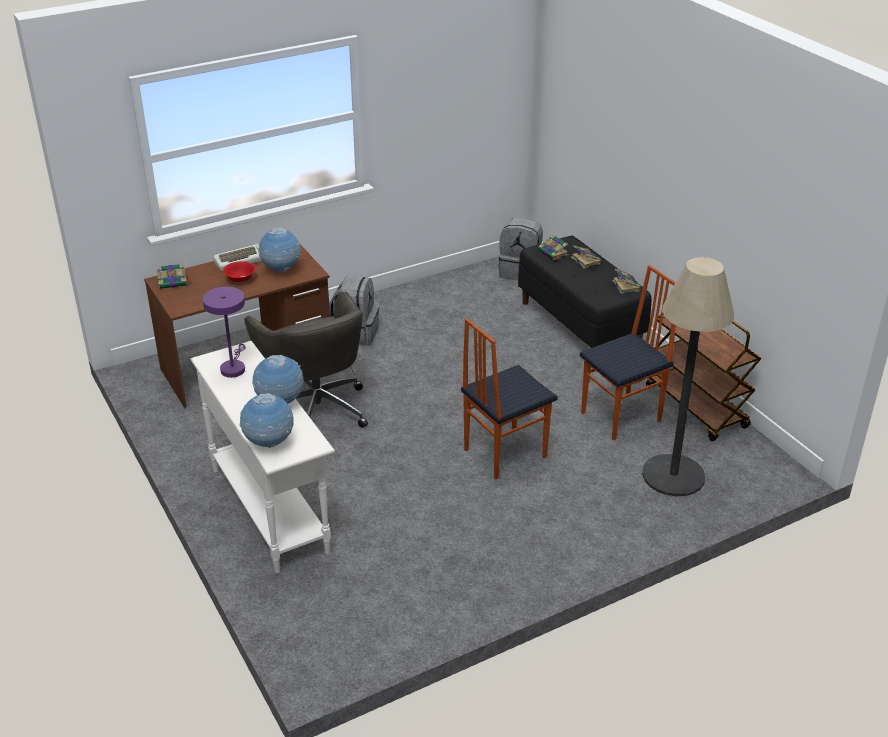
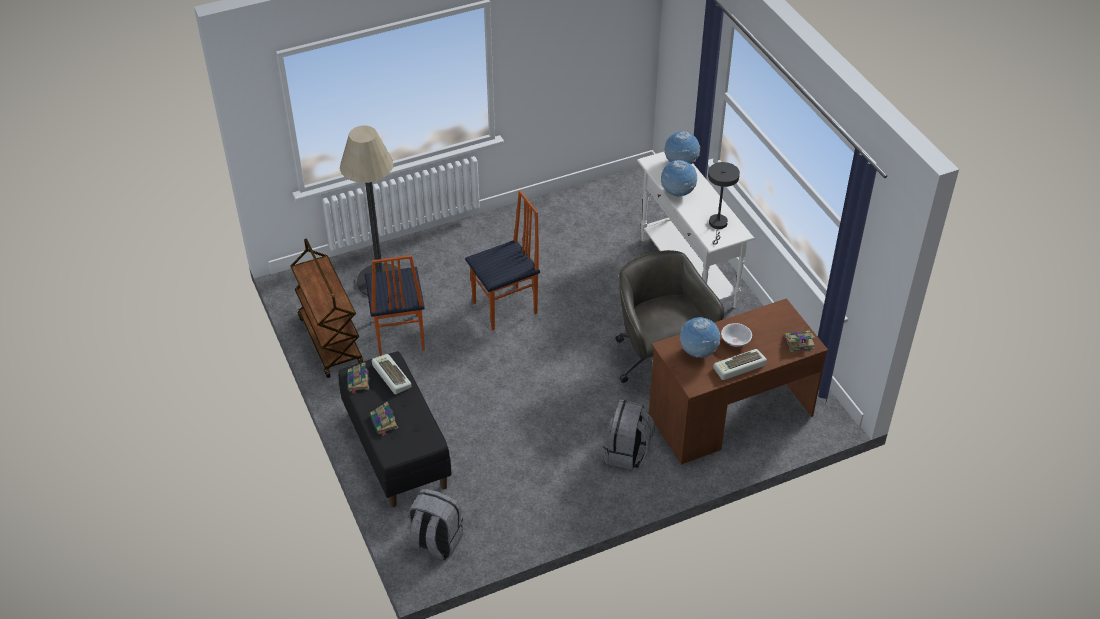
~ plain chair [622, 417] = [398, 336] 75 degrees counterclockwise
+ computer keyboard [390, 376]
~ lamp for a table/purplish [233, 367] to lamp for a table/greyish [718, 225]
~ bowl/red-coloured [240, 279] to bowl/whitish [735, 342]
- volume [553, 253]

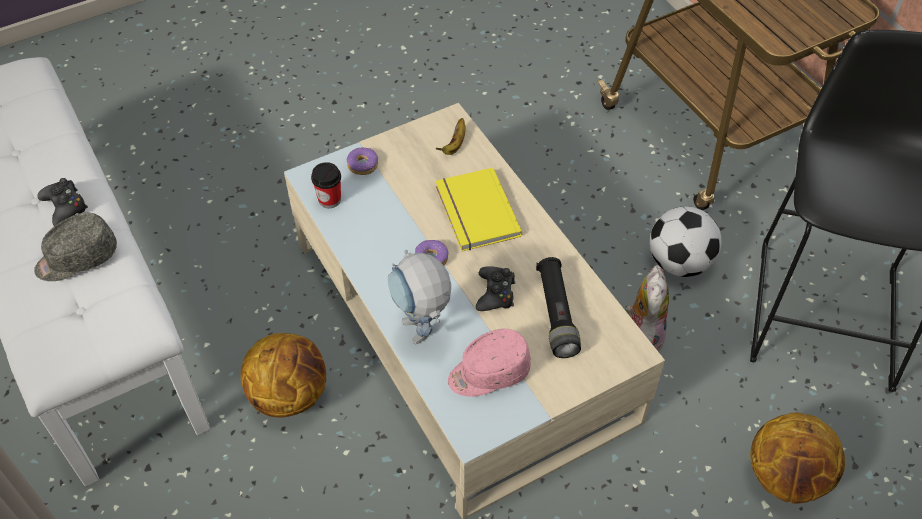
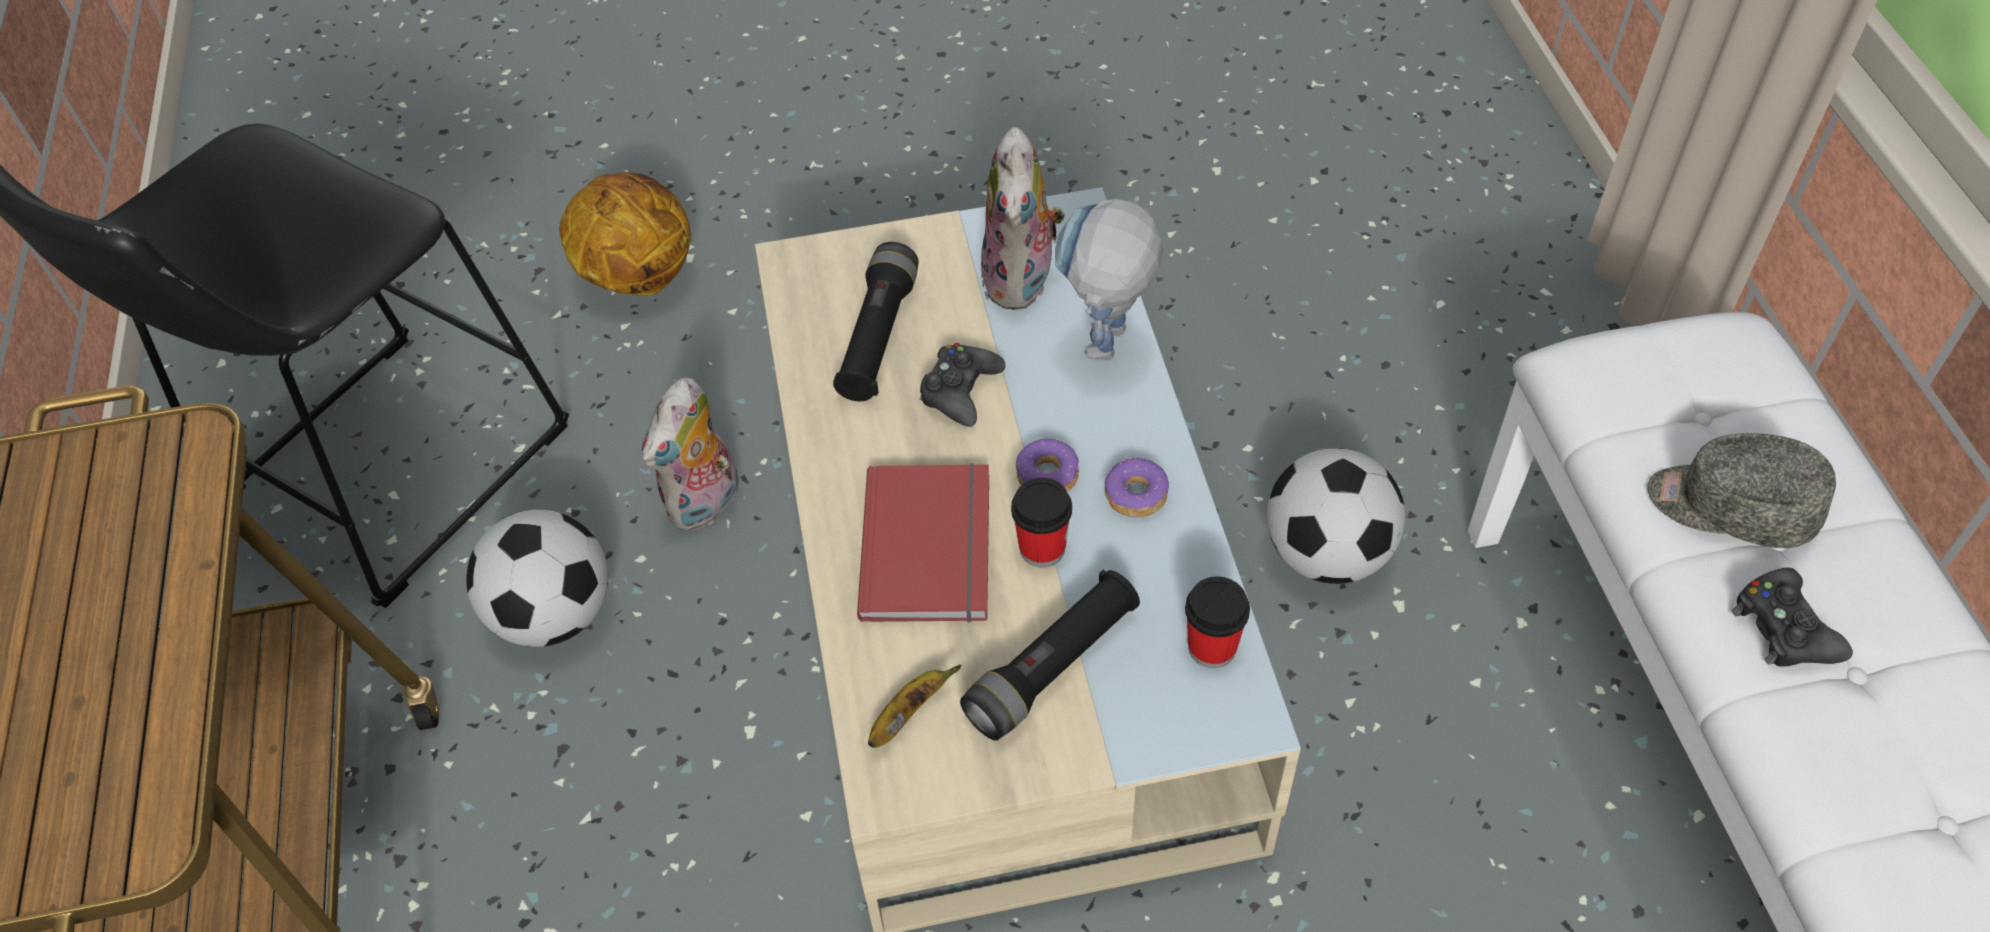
~ volume/yellow-coloured [475, 212] to volume/red-coloured [932, 546]
+ hand torch/black [1052, 667]
~ baseball cap/pink-coloured [488, 373] to soft toy [1023, 281]
+ small cup [1042, 548]
~ robot figure [422, 336] = [1106, 354] 150 degrees counterclockwise
~ ring doughnut [363, 165] to [1135, 495]
~ basketball [290, 394] to football ball [1326, 554]
~ baseball cap/greyish [77, 258] = [1731, 507] 150 degrees counterclockwise

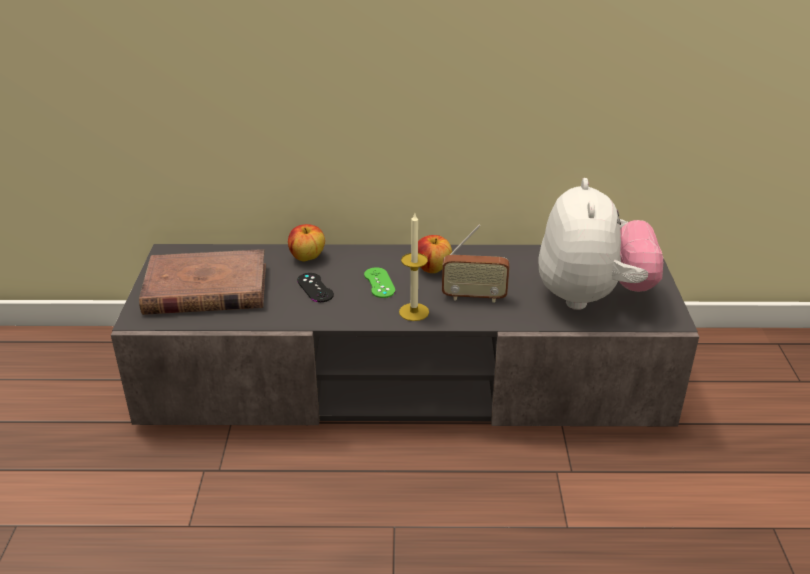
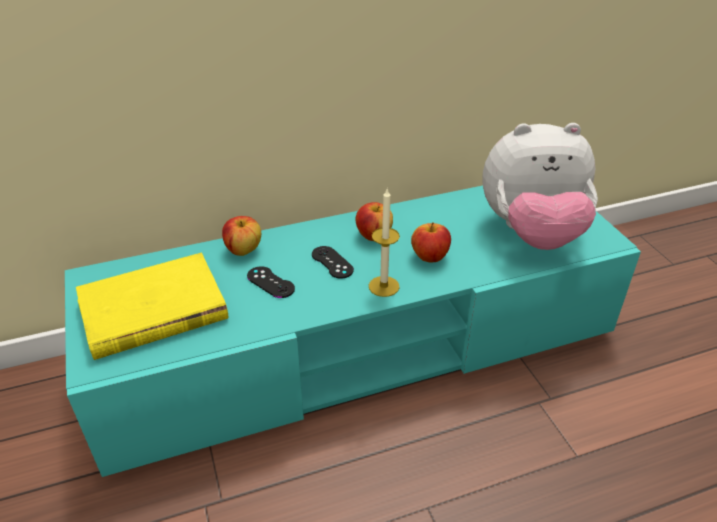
~ media console/greyish [405, 379] to media console/turquoise [358, 345]
~ volume/brown [205, 289] to volume/yellow-coloured [152, 311]
~ gamepad/green-coloured [379, 283] to gamepad/black [332, 262]
~ radio set [474, 297] to apple fruit [430, 257]
~ soft toy [591, 297] = [531, 233] 105 degrees clockwise

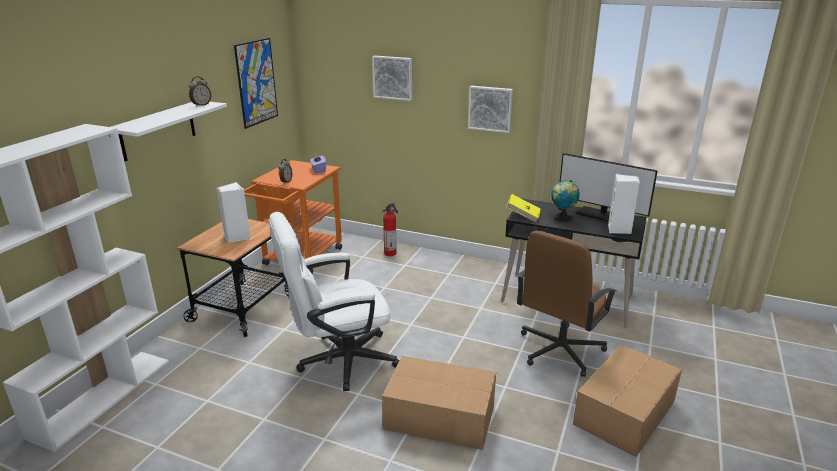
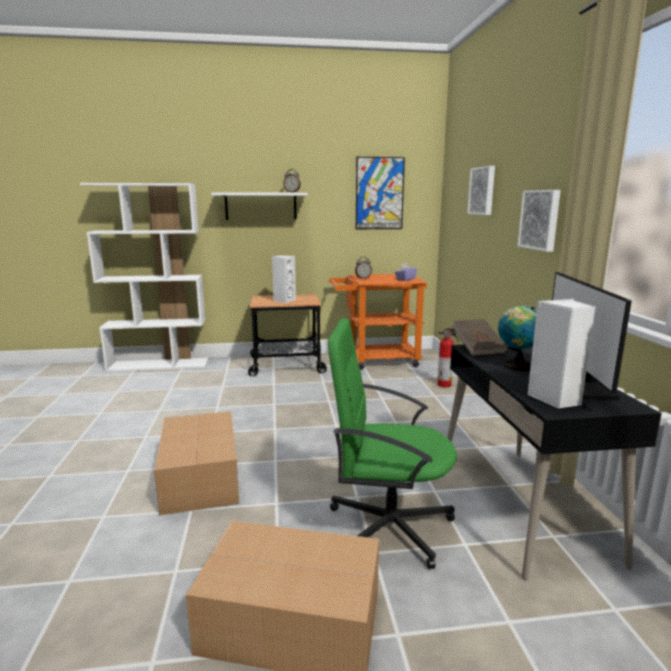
~ computer chair/brown [559, 350] to computer chair/green-coloured [387, 526]
~ volume/yellow-coloured [523, 216] to volume/brown [478, 349]
- computer chair/whitish [338, 361]

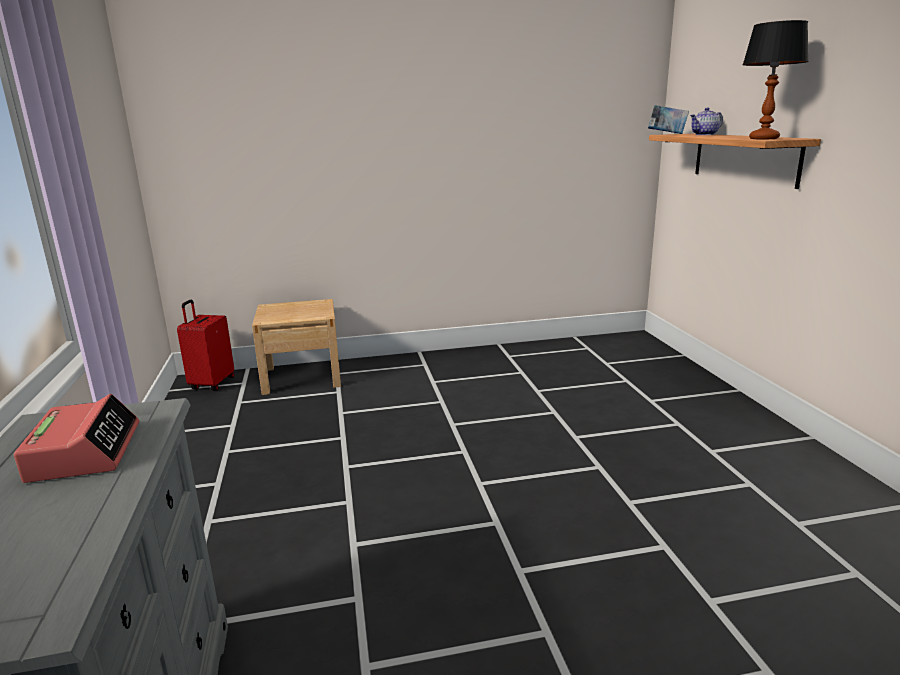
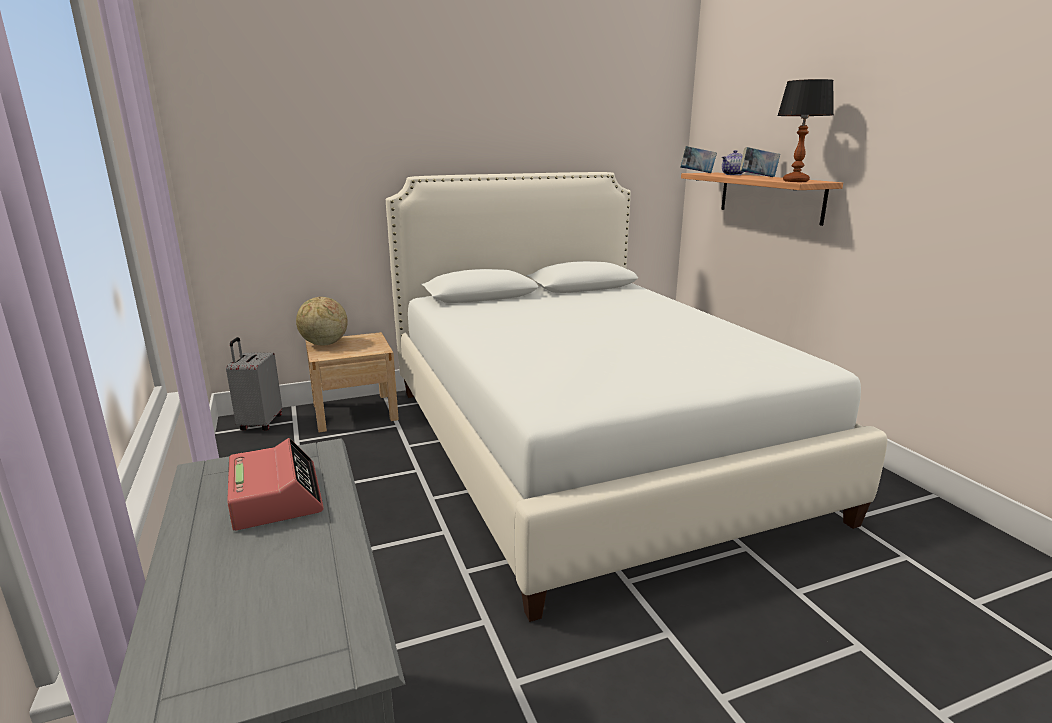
~ suitcase/red-coloured [211, 383] to suitcase/greyish [260, 423]
+ globe [324, 344]
+ bedroom bed/whitish [586, 446]
+ volume [757, 177]

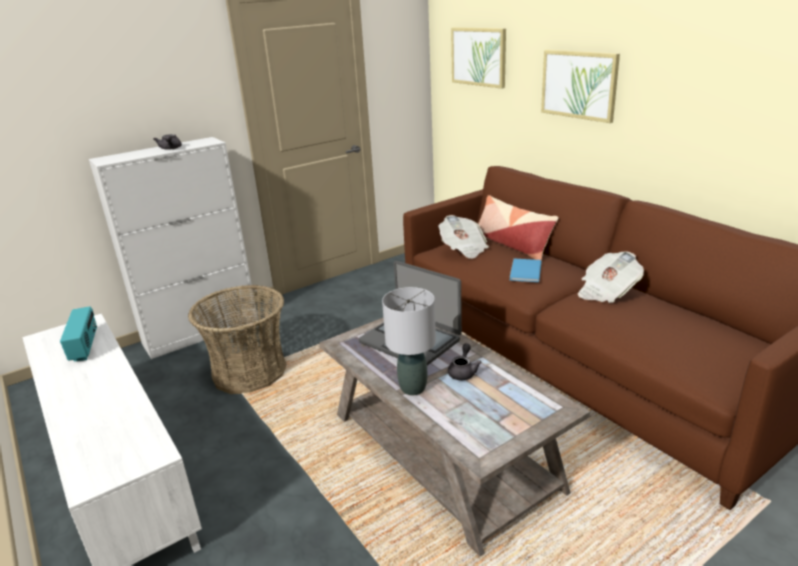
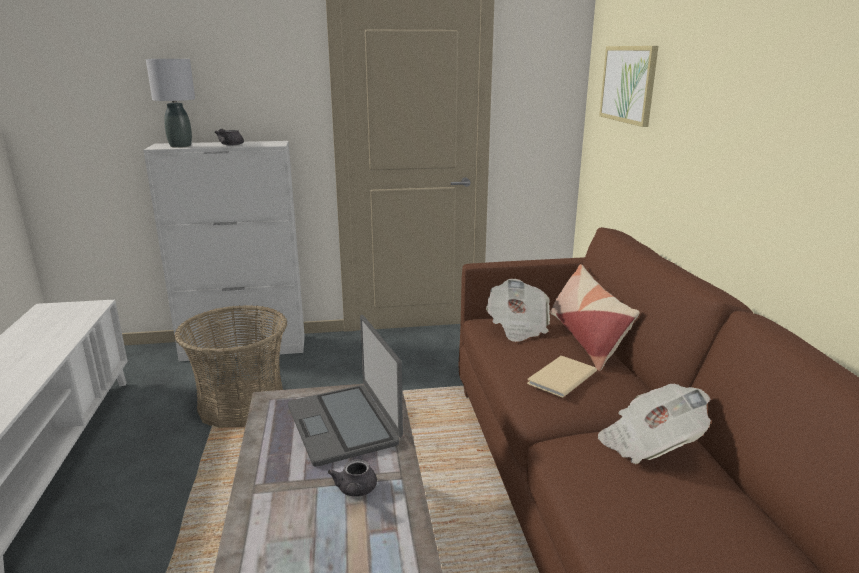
~ lamp for a table/greyish [413, 388] to [180, 146]
~ tea pot/greyish [463, 371] = [355, 491] 135 degrees clockwise
~ volume/bluish [524, 272] to volume/beige [559, 377]
- radio set [85, 347]
- picture [579, 84]

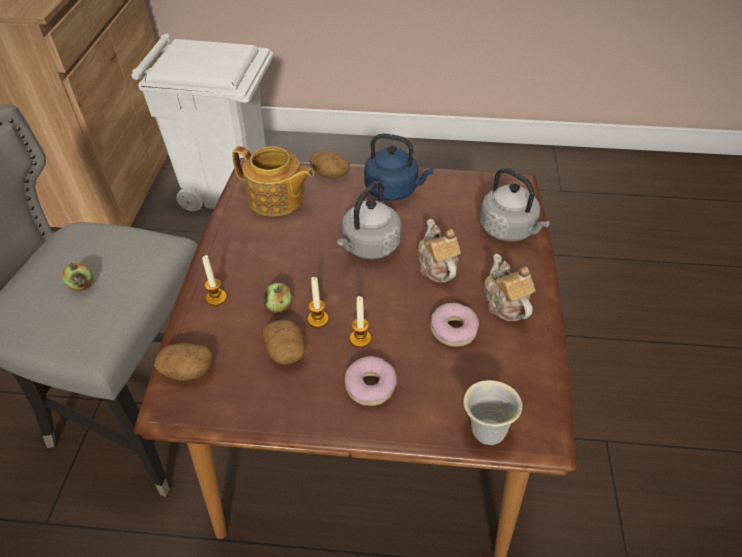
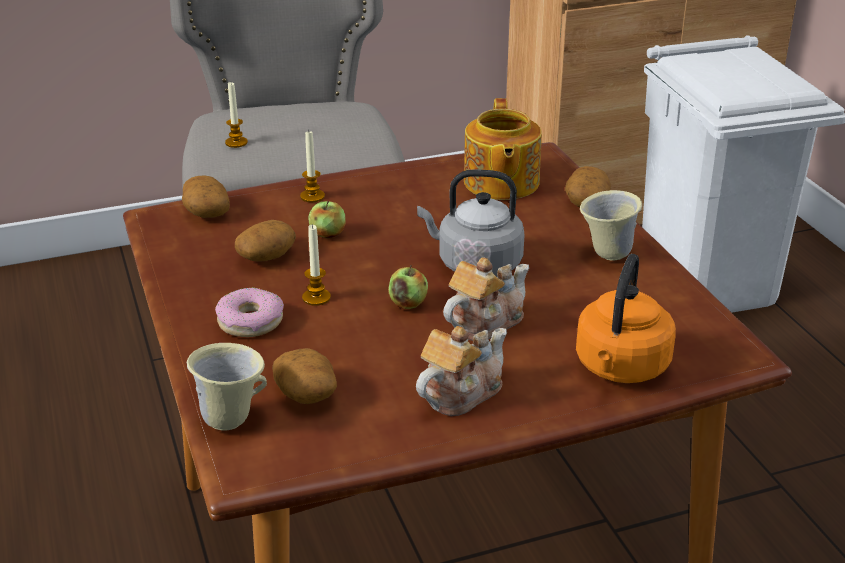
~ wax light [318, 319] to [236, 142]
+ whole potato [307, 393]
~ apple fruit [82, 285] to [408, 303]
~ water kettle/greyish [509, 230] to water kettle/orange [620, 368]
~ water kettle/bluish [394, 190] to mug/beige [606, 255]
- ring doughnut [453, 329]

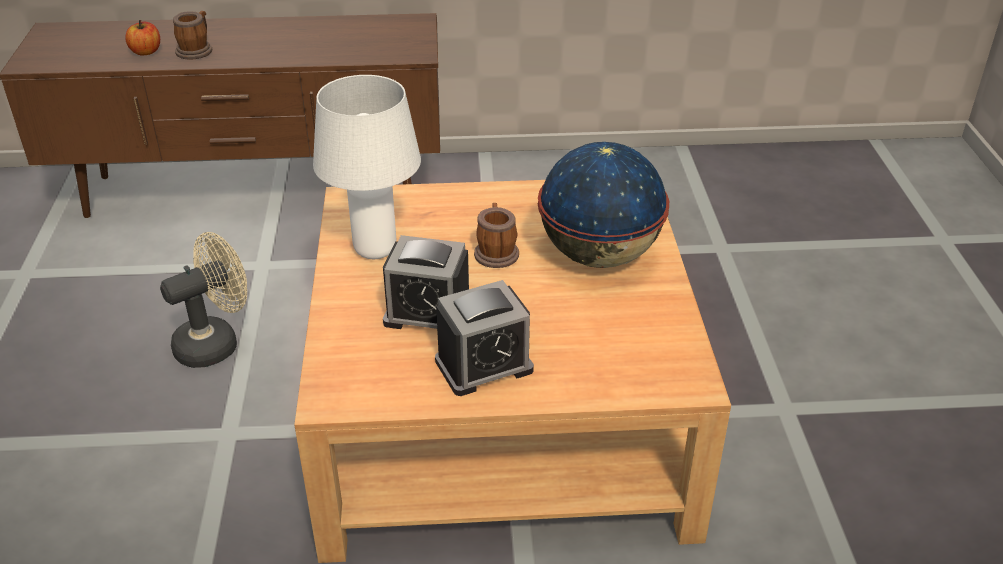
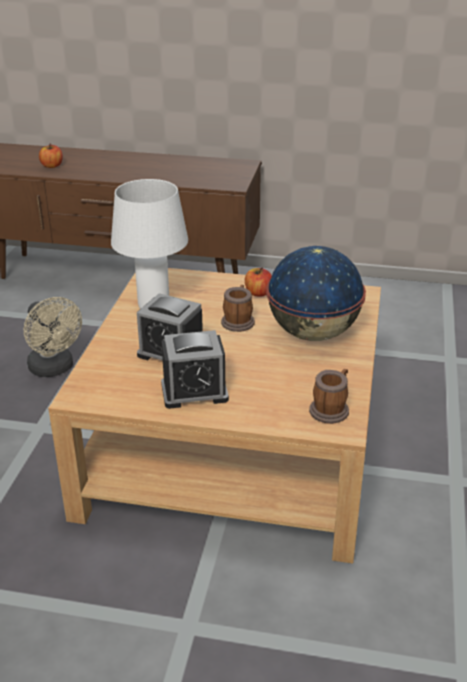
~ fan/beige [215, 343] = [54, 369] 75 degrees clockwise
+ apple fruit [258, 293]
~ mug [196, 50] to [331, 409]

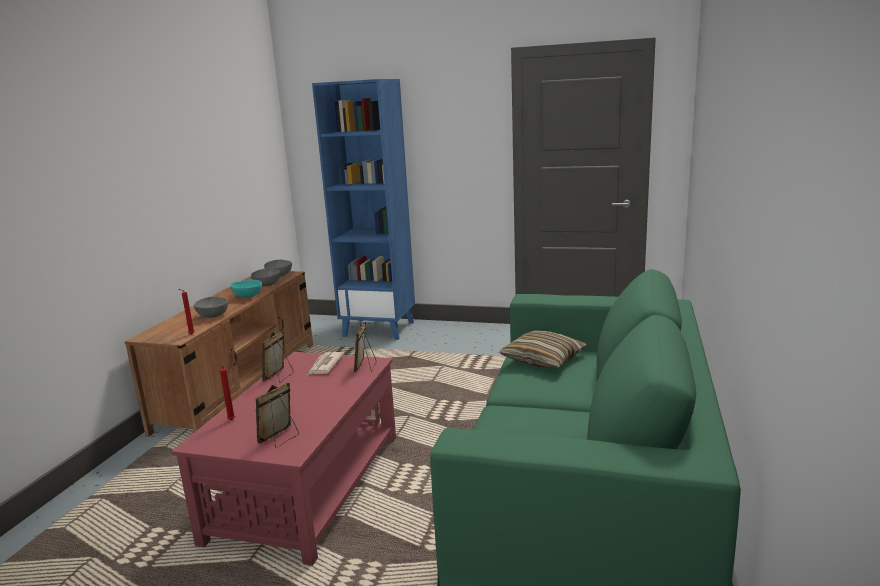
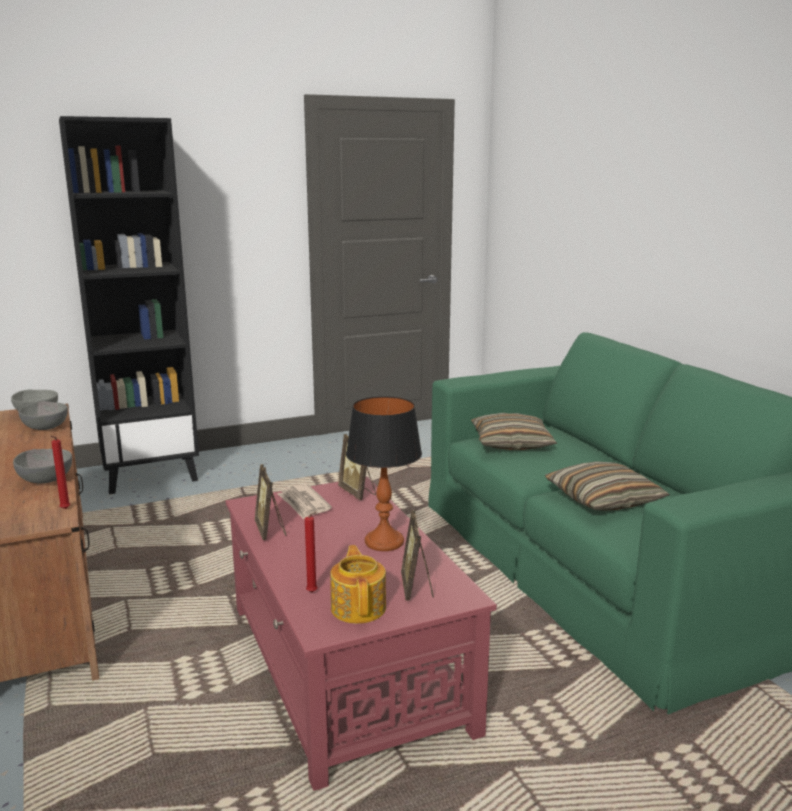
~ bookcase/bluish [379, 329] to bookcase/black [151, 474]
+ tea pot [359, 607]
+ lamp for a table [384, 541]
+ cushion [603, 499]
- bowl/turquoise [247, 296]

